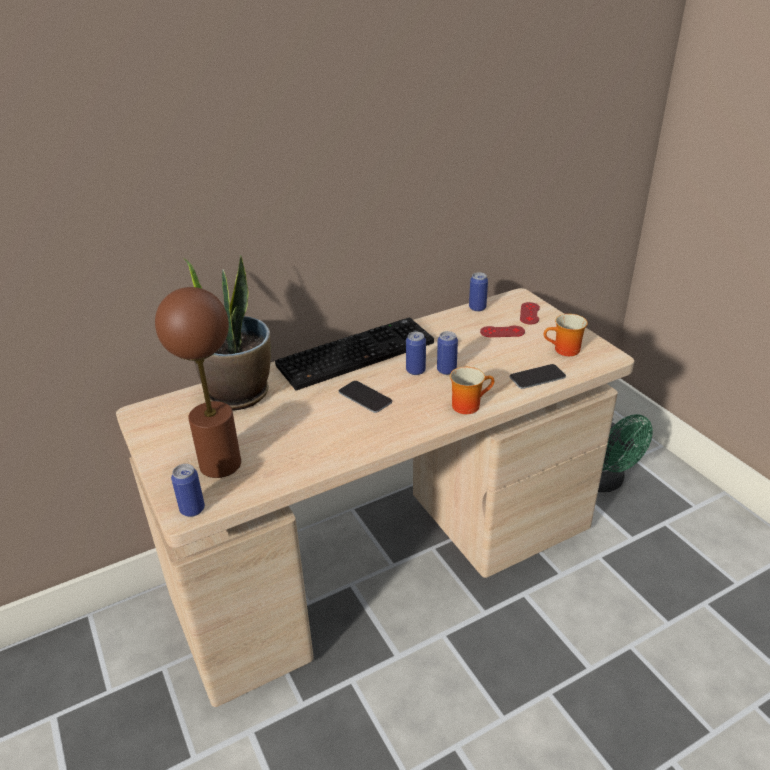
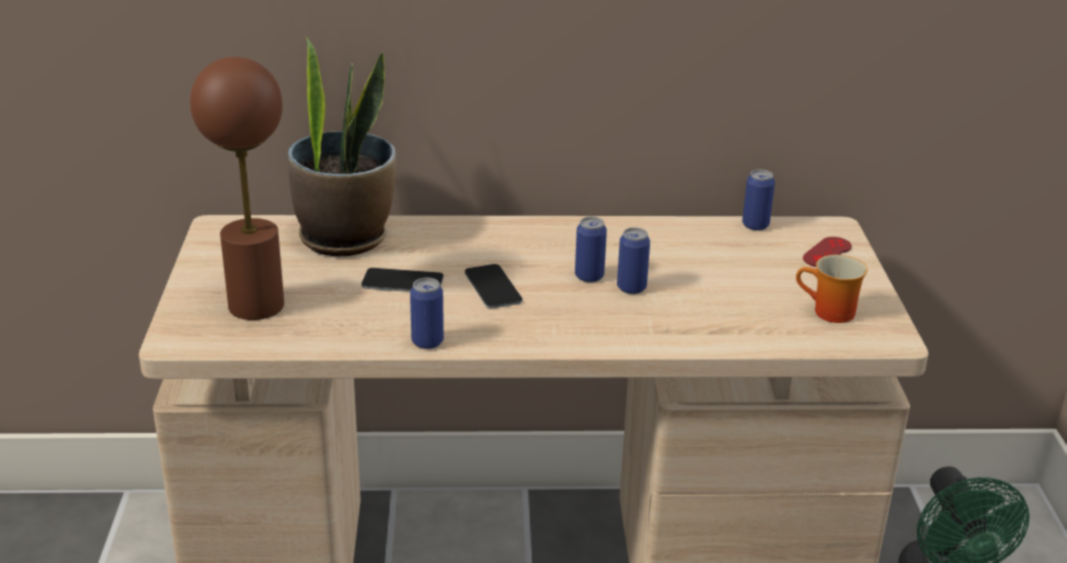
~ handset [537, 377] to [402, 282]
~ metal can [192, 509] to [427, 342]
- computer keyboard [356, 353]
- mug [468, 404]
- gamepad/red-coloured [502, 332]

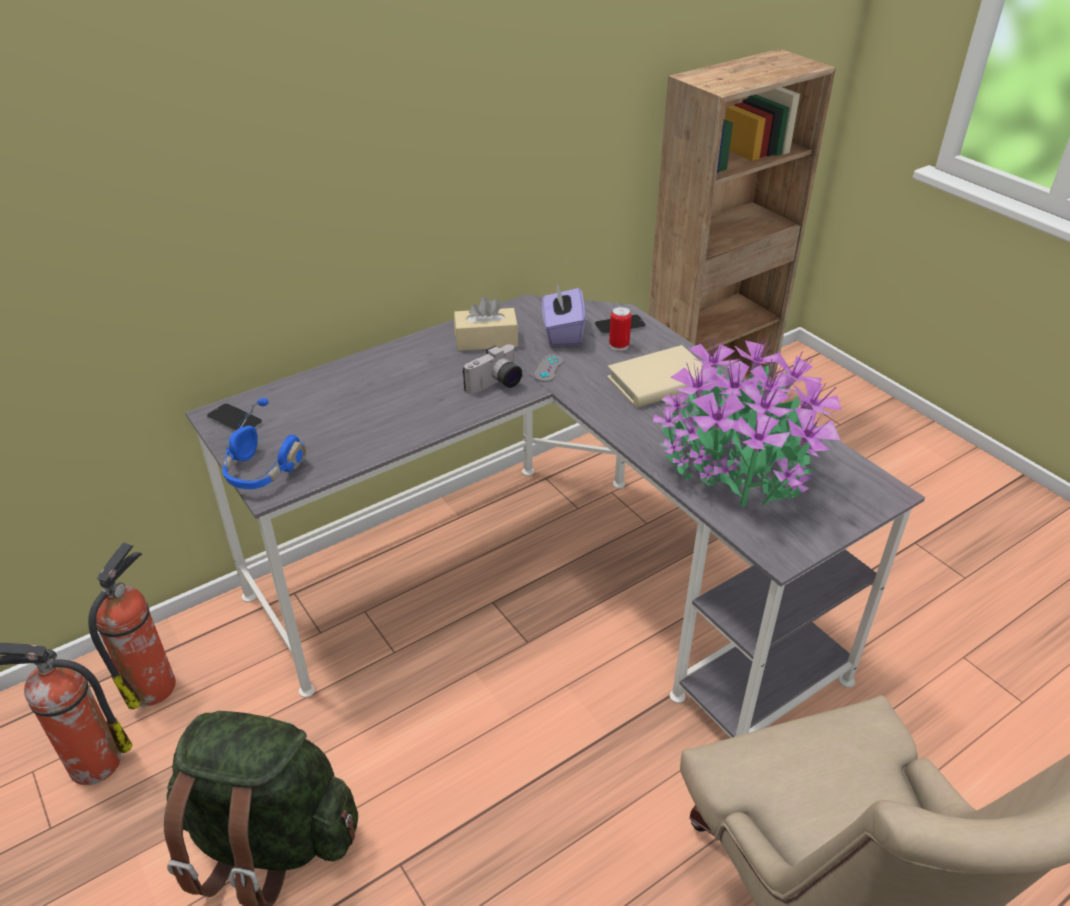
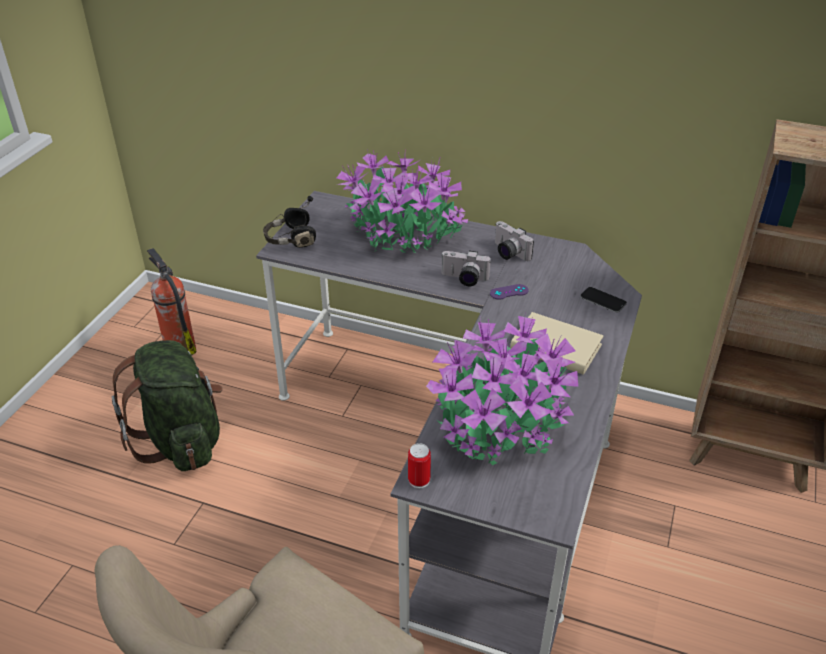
~ headset/bluish [262, 472] to headset/black [290, 239]
+ houseplant [403, 235]
~ metal can [619, 345] to [419, 480]
~ gamepad/greyish [548, 368] to gamepad/purplish [509, 292]
~ tissue holder/beige [486, 340] to still camera [508, 253]
- fire extinguisher [153, 685]
- handset [235, 420]
- tissue holder/purplish [562, 333]

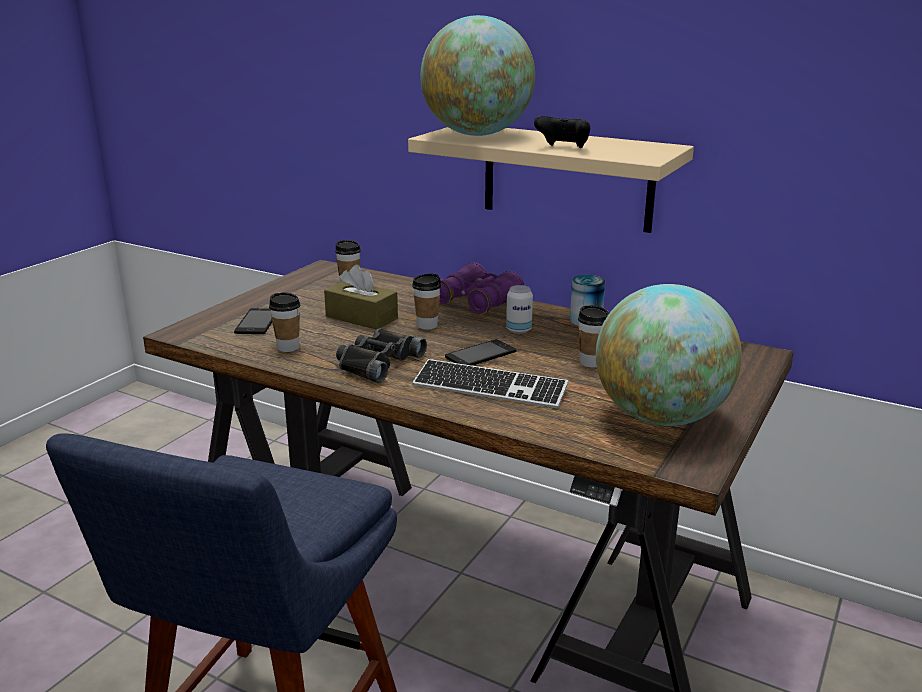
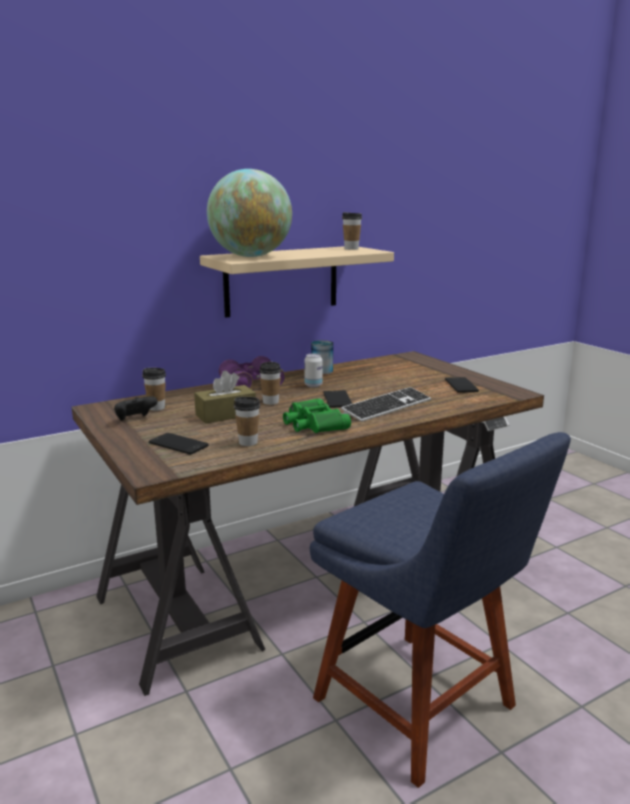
~ gamepad/black [563, 148] to [135, 420]
~ field glasses/black [377, 362] to field glasses/green-coloured [313, 424]
~ small cup [591, 362] to [351, 249]
~ globe [660, 417] to handset [461, 385]

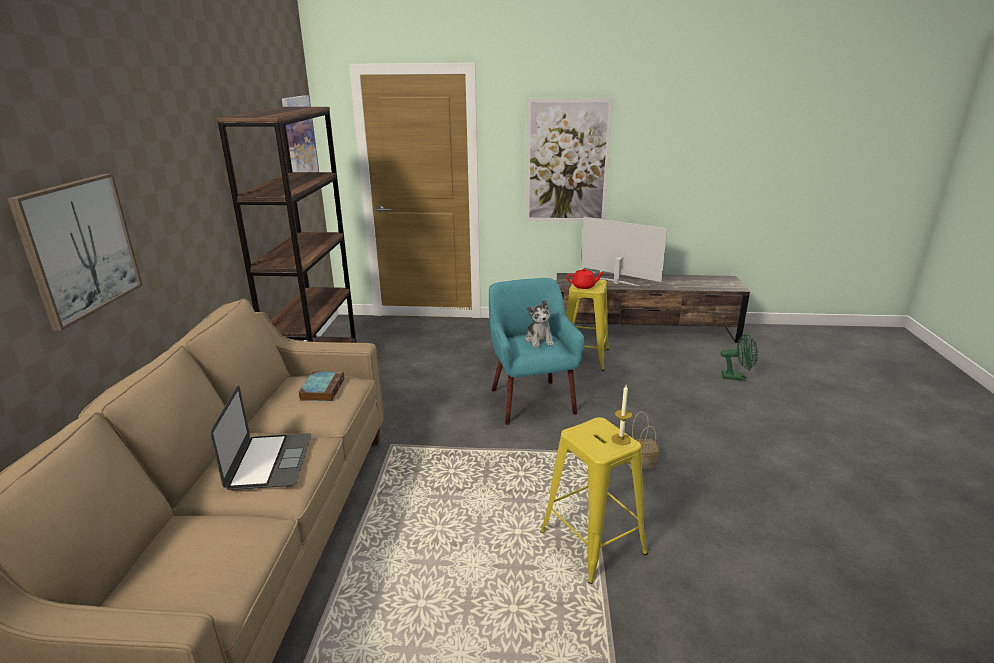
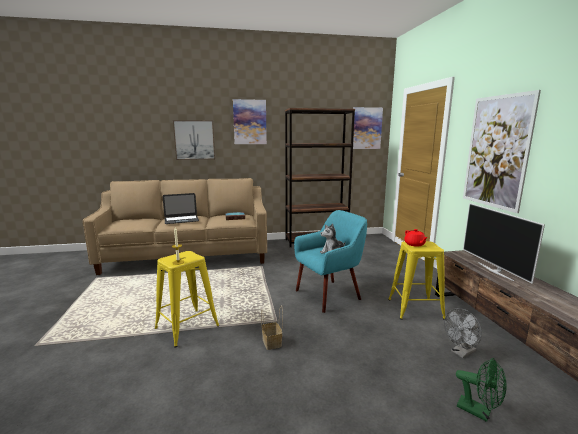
+ picture [250, 122]
+ fan/greyish [461, 353]
~ fan/green-coloured [737, 377] = [479, 412] 45 degrees counterclockwise
~ TV [617, 282] = [495, 271] 150 degrees clockwise

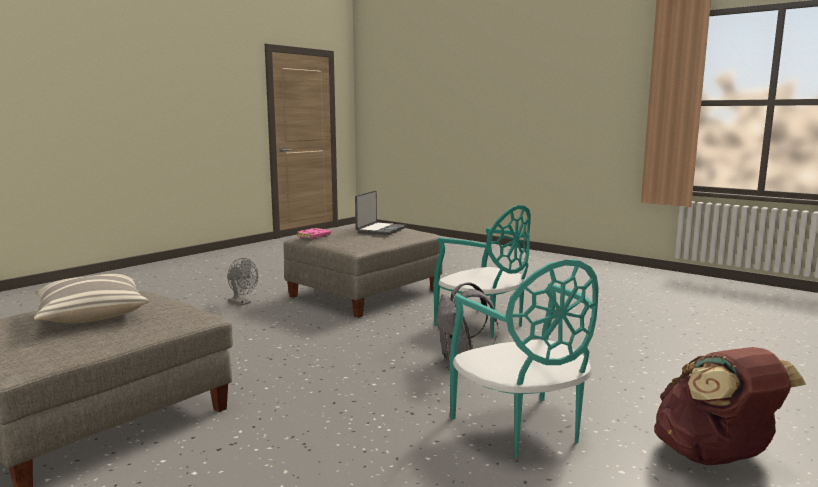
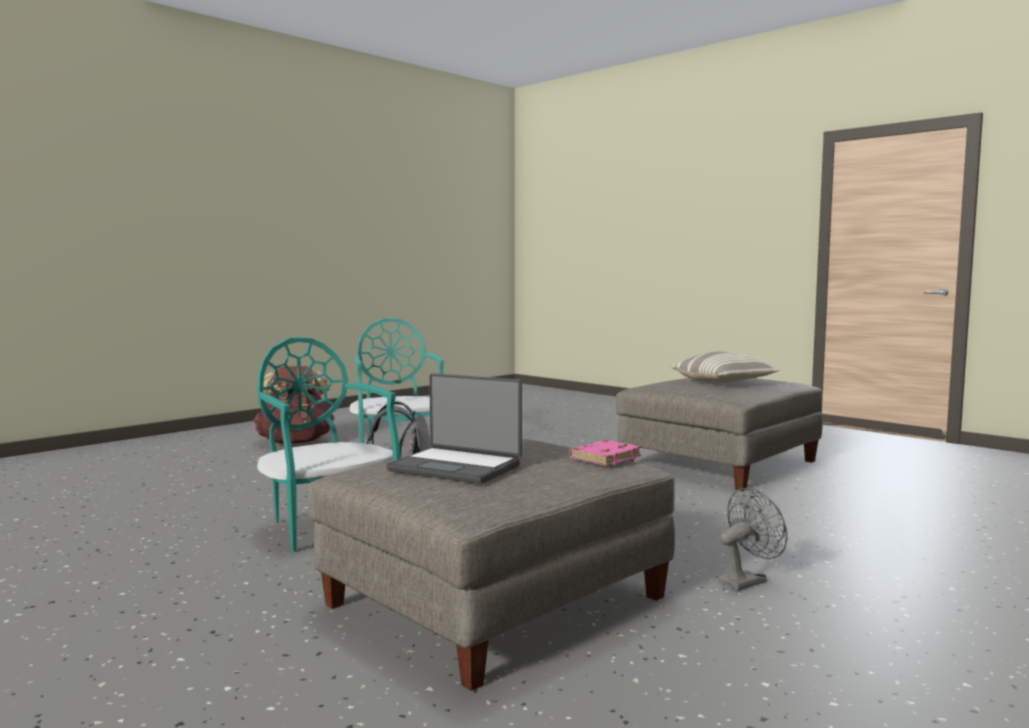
~ portable computer [380, 230] = [456, 467] 90 degrees counterclockwise
~ fan/greyish [242, 303] = [747, 581] 105 degrees clockwise

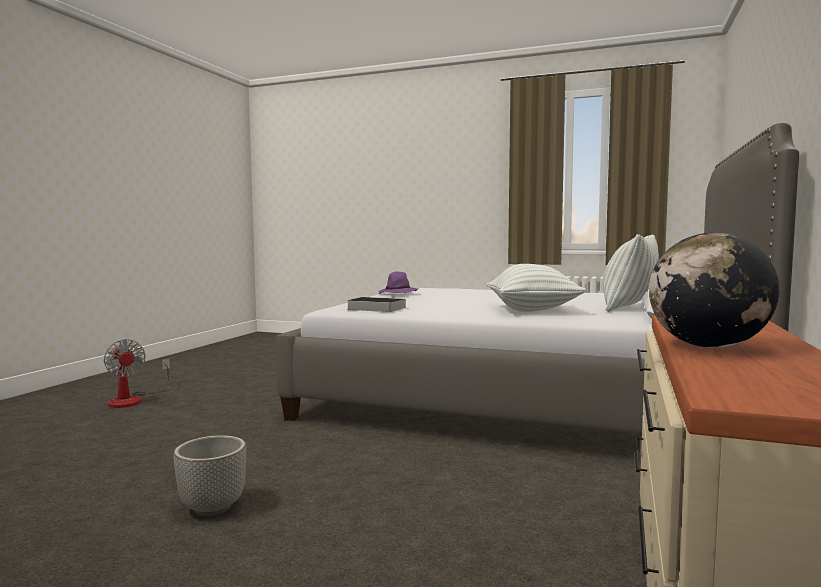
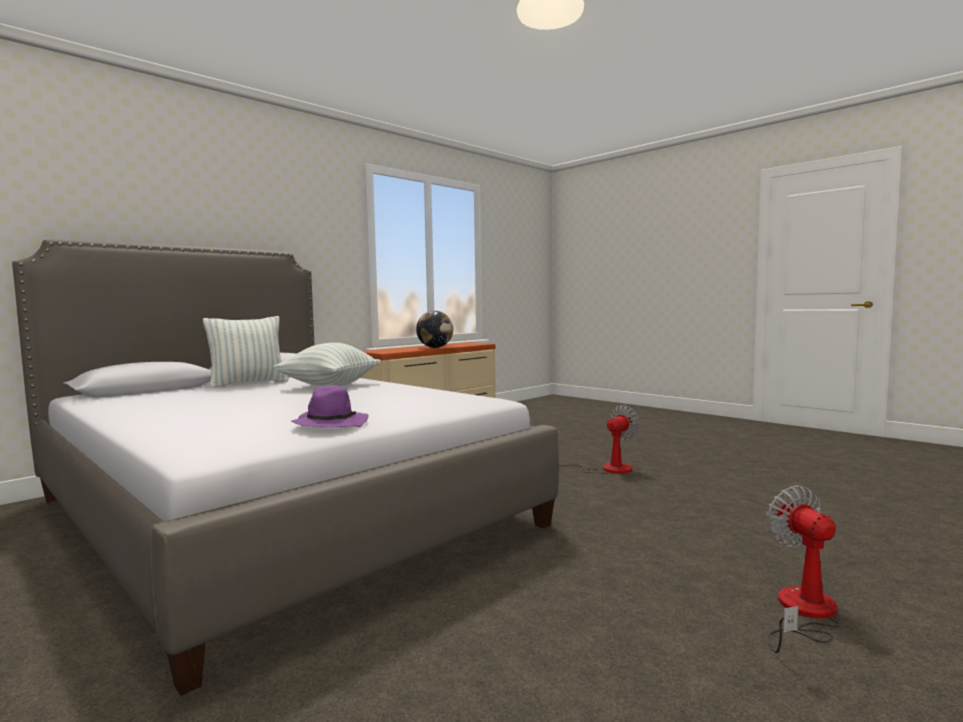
~ planter [214, 507] to fan [606, 469]
- volume [374, 308]

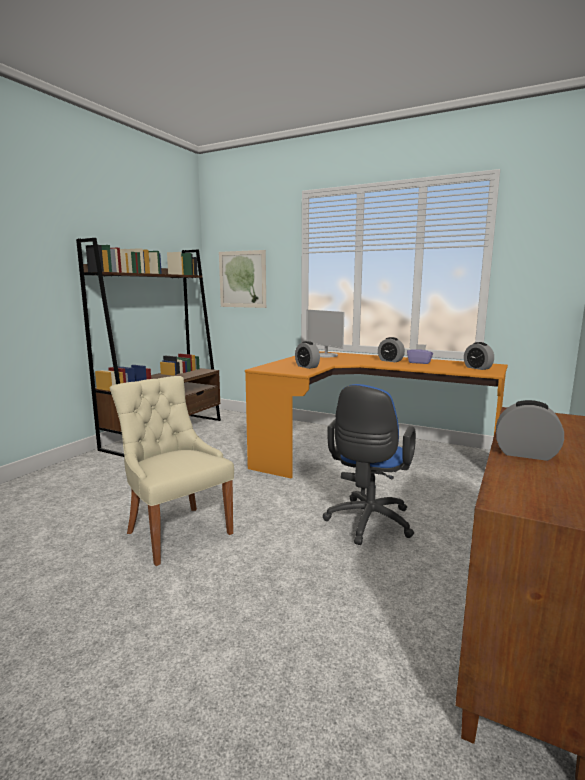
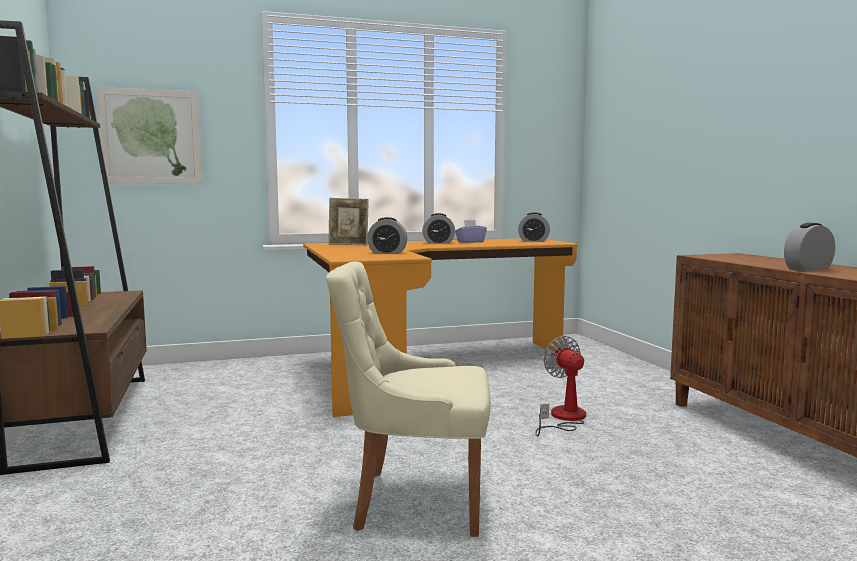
~ computer display [325, 355] to picture frame [348, 245]
~ computer chair/bluish [367, 524] to fan [564, 419]

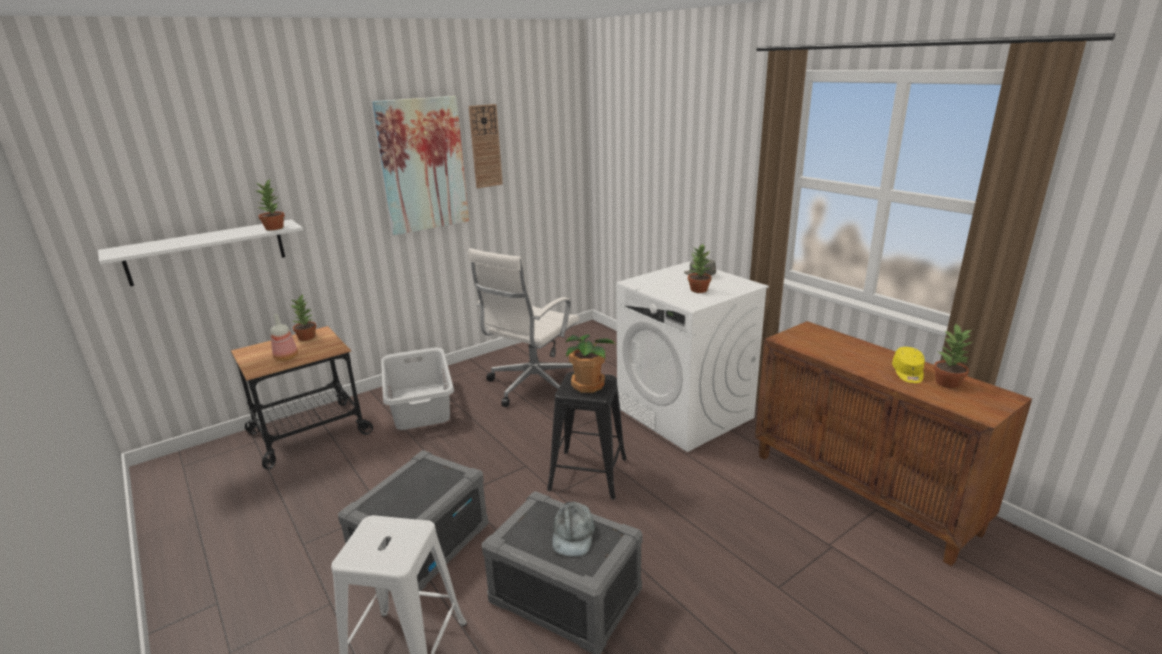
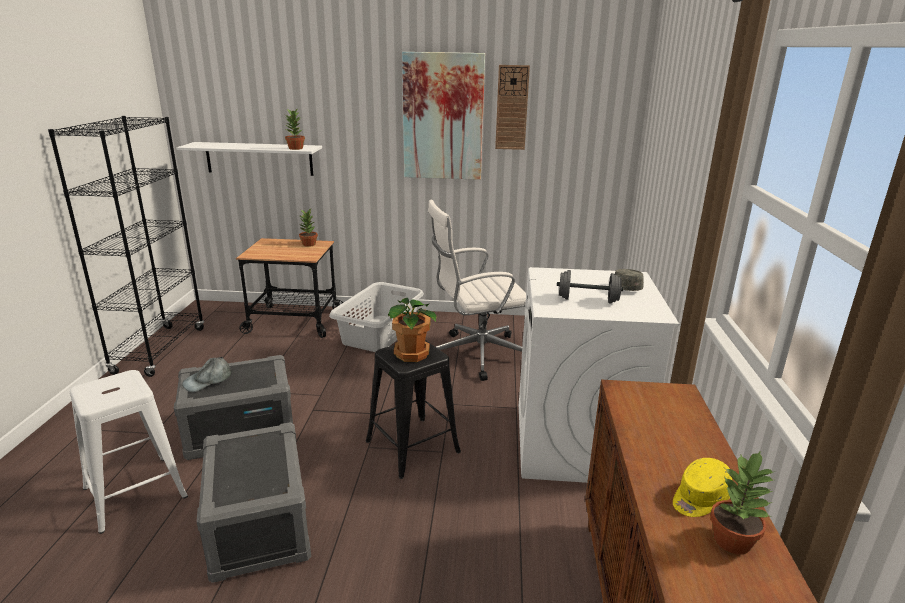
+ bookcase/black [160, 350]
~ baseball cap/greyish [573, 535] to [208, 380]
~ houseplant [698, 290] to free weight/greyish [588, 300]
- bottle [287, 357]

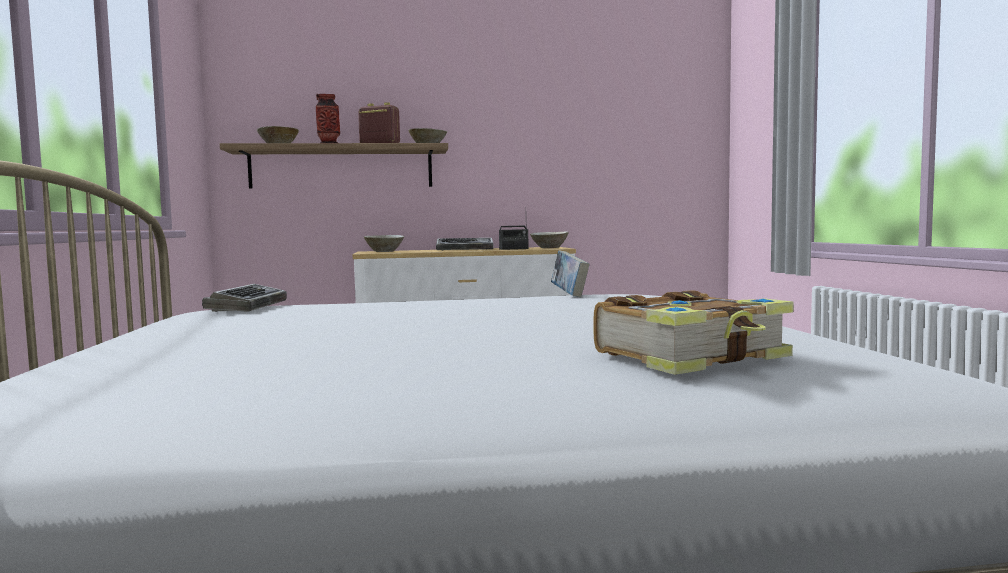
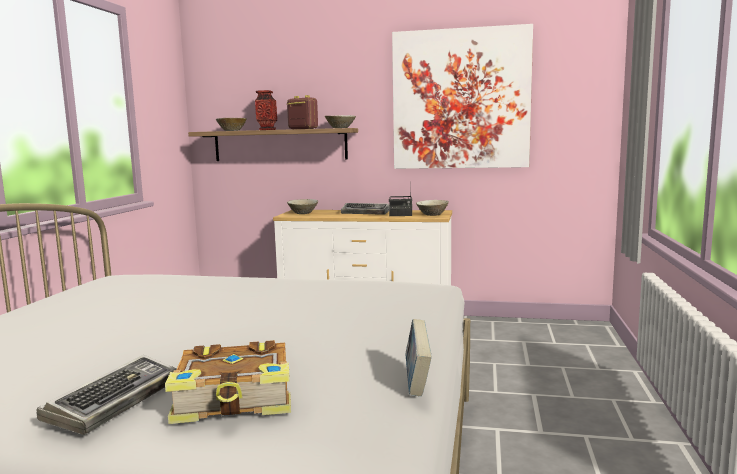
~ computer keyboard [248, 306] to [115, 401]
+ picture [460, 99]
~ volume [569, 295] to [417, 383]

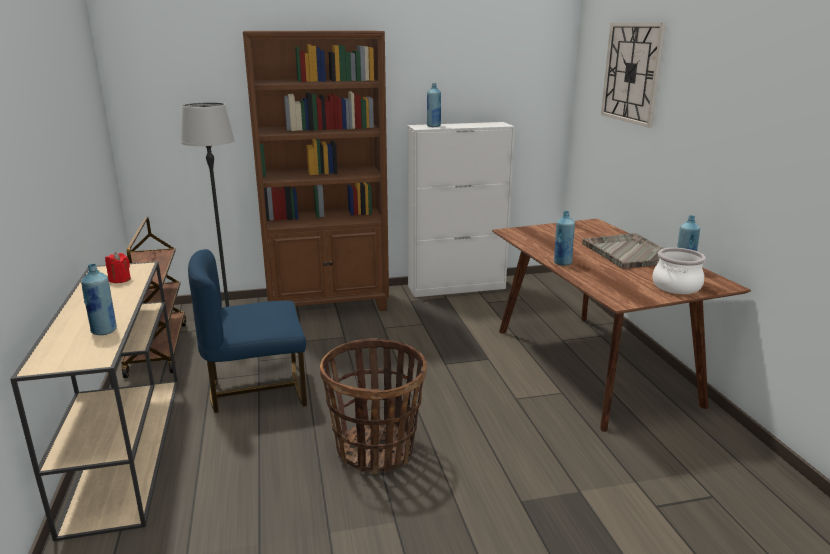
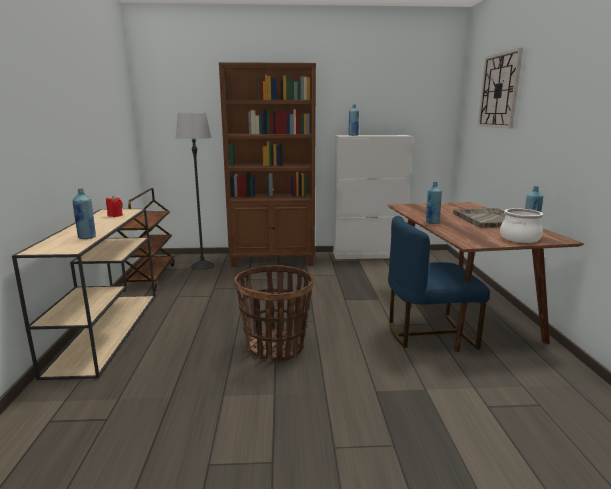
~ plain chair/bluish [257, 390] to [429, 333]

